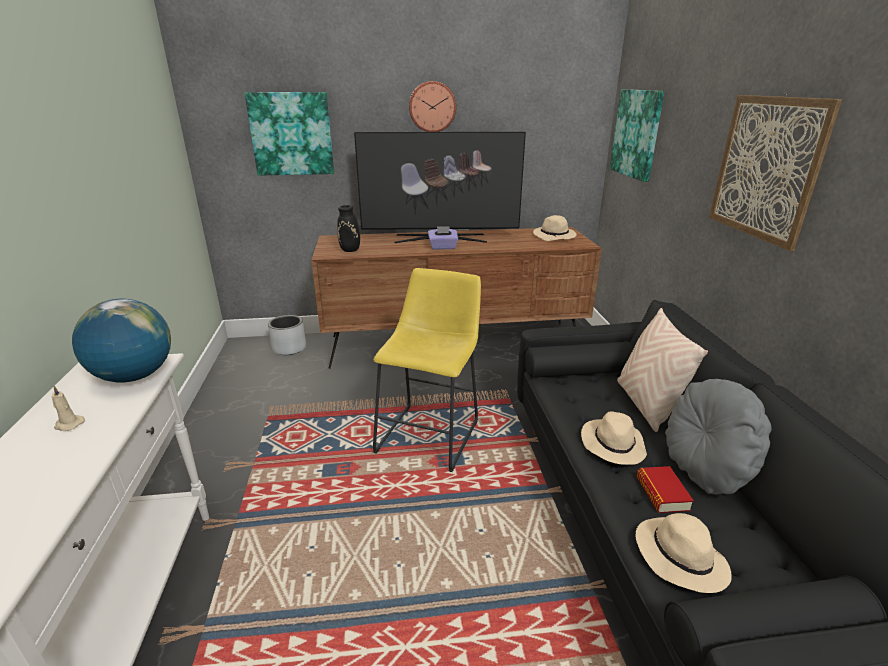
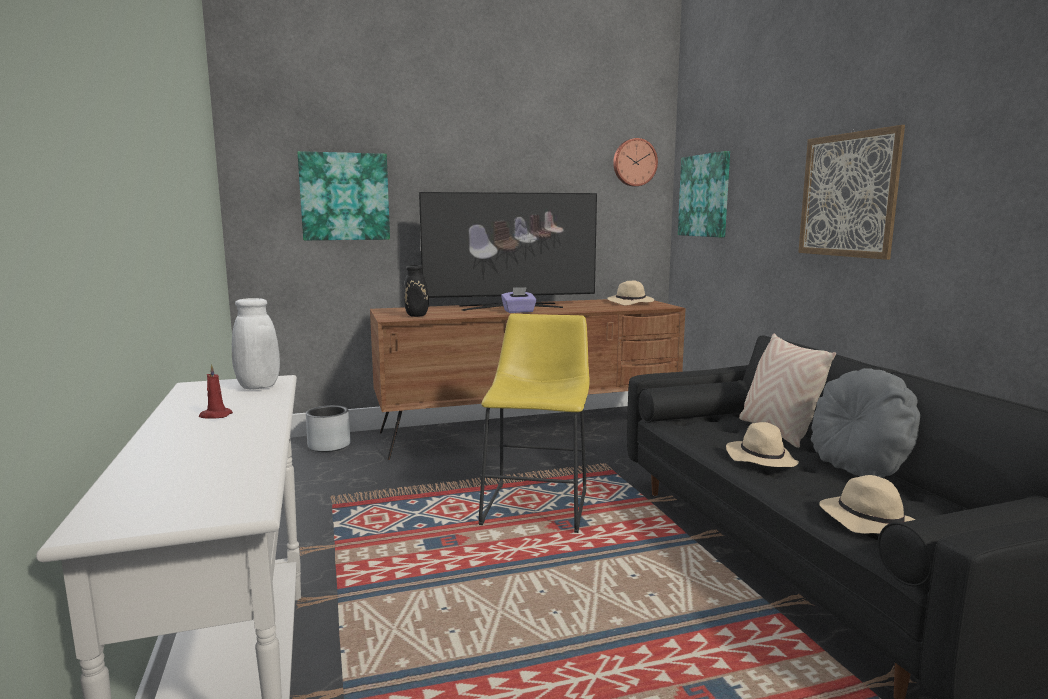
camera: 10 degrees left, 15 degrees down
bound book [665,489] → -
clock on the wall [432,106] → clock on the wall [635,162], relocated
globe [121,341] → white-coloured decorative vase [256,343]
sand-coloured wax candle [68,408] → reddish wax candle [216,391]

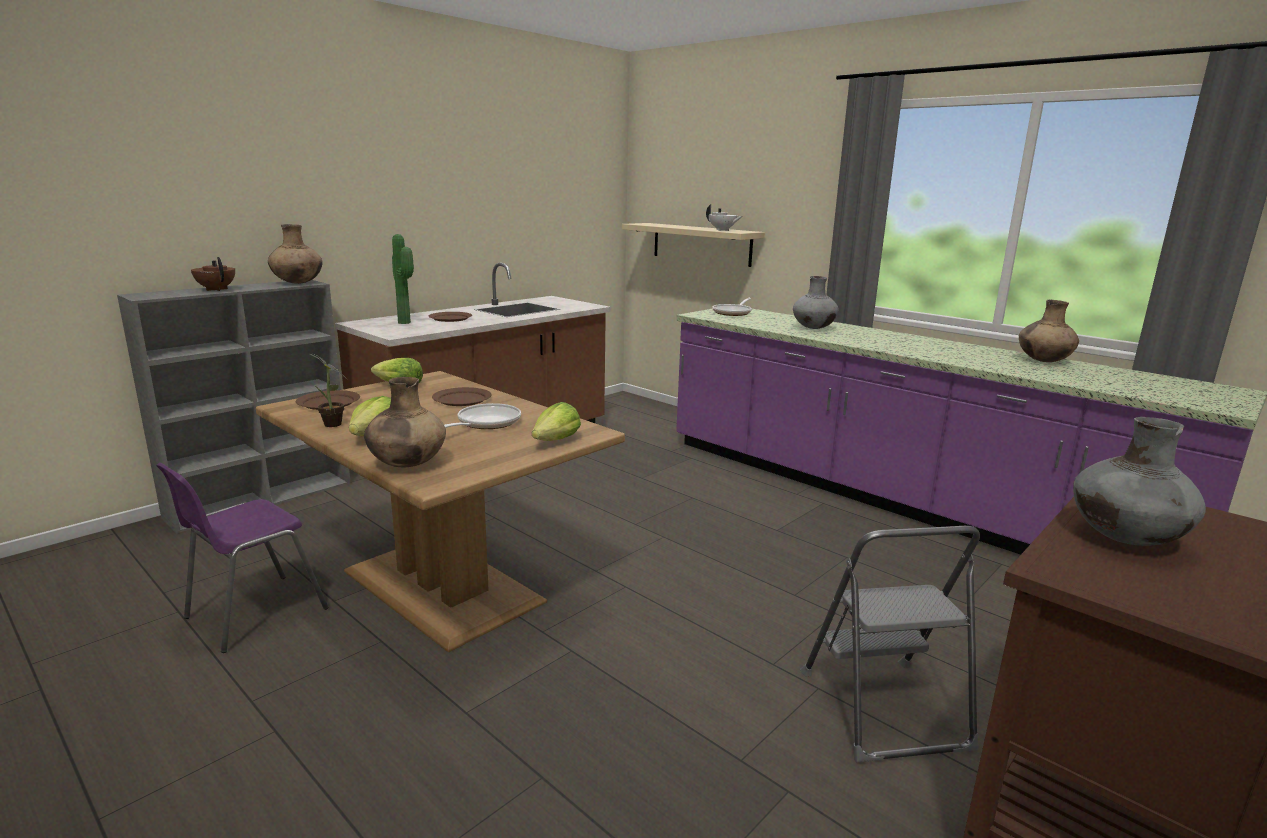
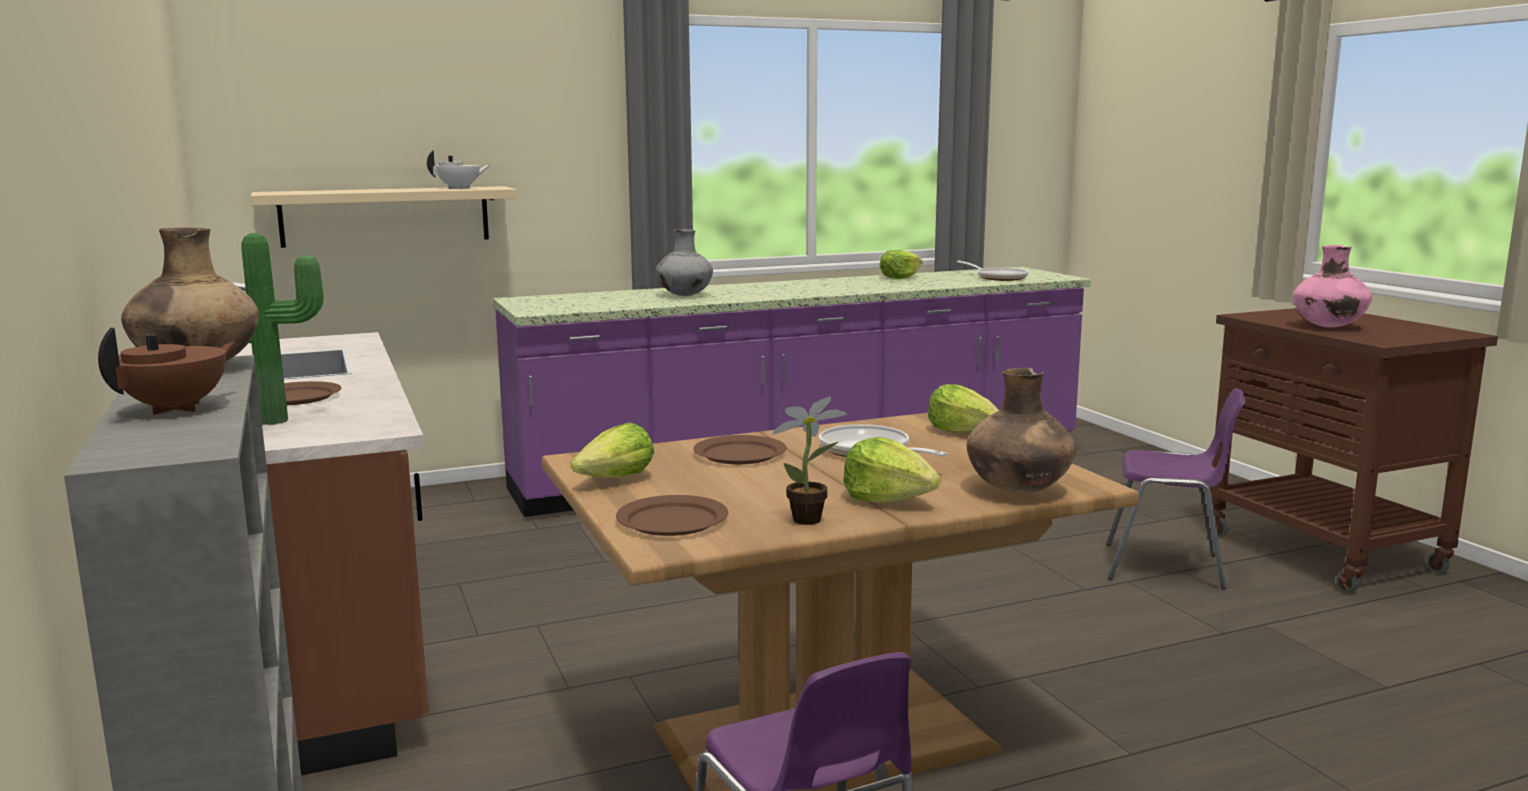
camera: 65 degrees left, 5 degrees down
skillet [732,307] → skillet [993,270], relocated
grey stepladder [890,644] → purple chair [1176,488]
brown decorative vase [1049,331] → lettuce [901,264]
grey decorative vase [1139,481] → pinkish decorative vase [1332,286]
brown tea pot [213,274] → brown tea pot [167,371], 135 degrees clockwise

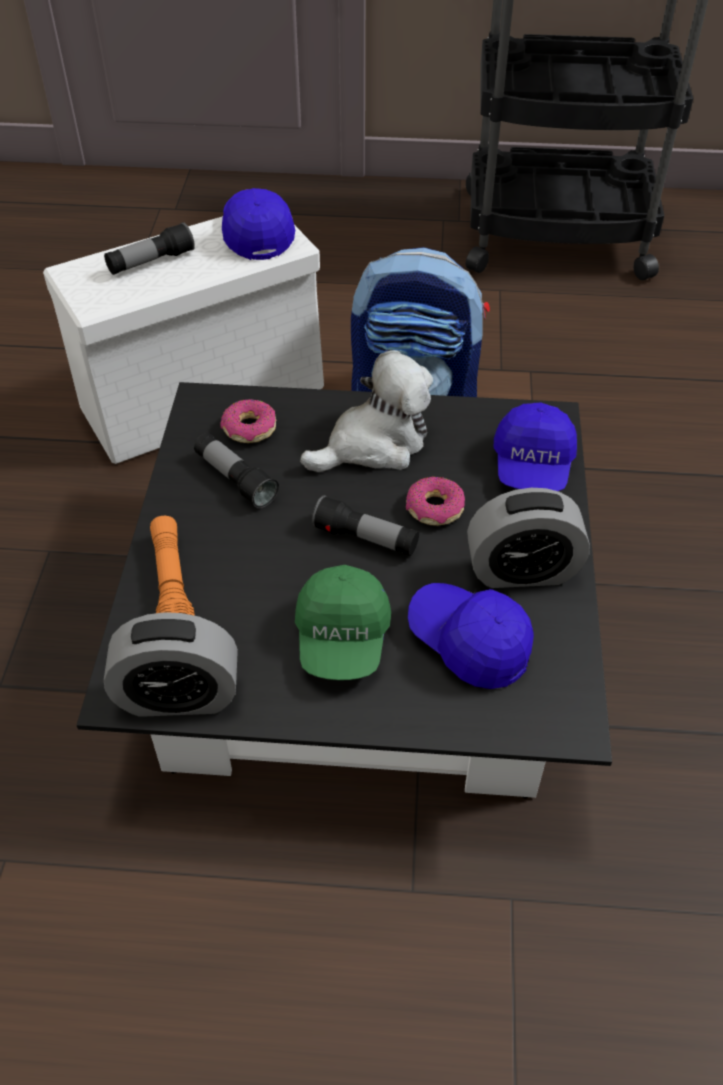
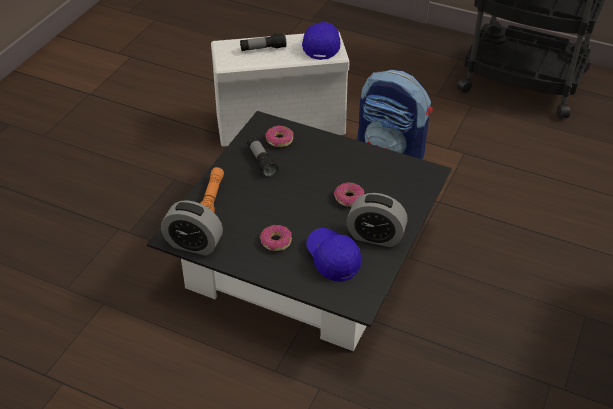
camera: 20 degrees right, 5 degrees down
plush toy [366,411] → -
hand torch [365,525] → -
bluish cap [535,446] → -
green-coloured cap [343,622] → ring doughnut [276,238]

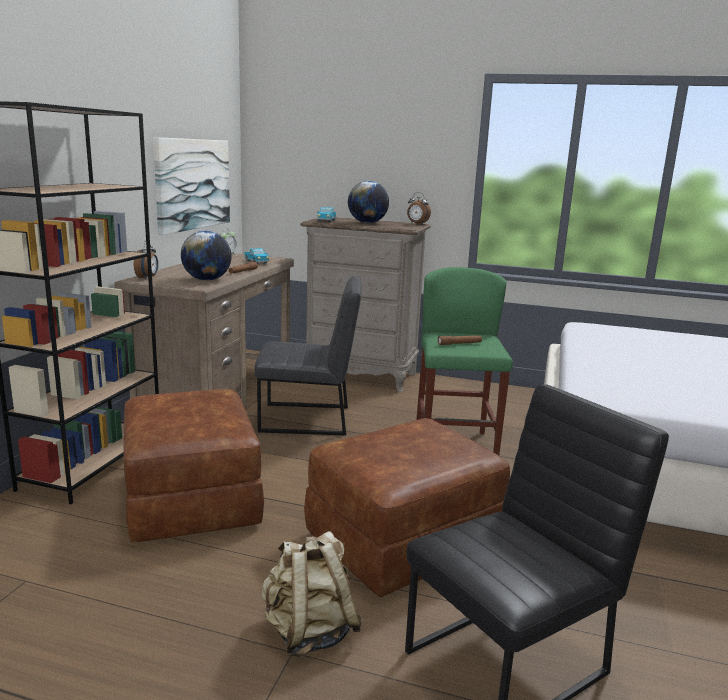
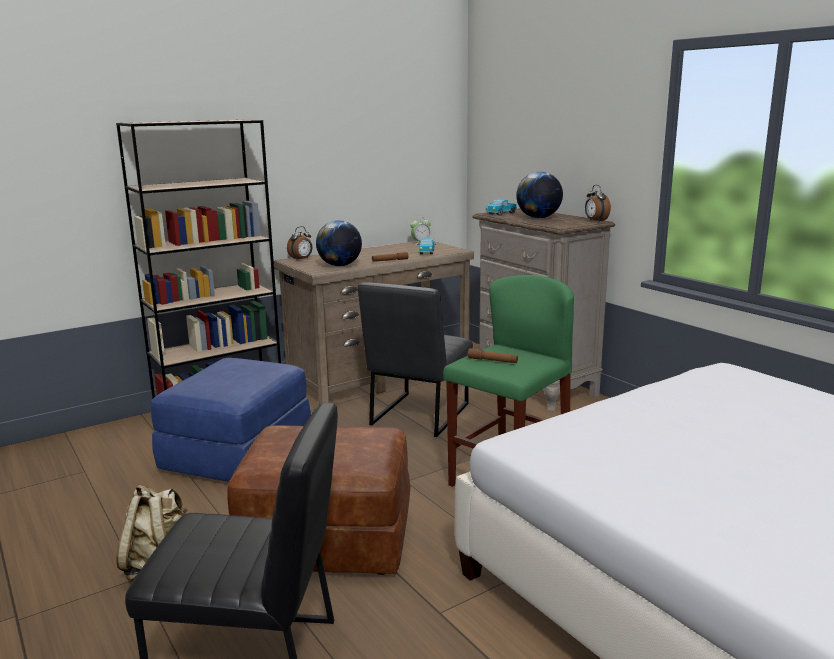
camera: 40 degrees right, 0 degrees up
wall picture [191,186] → -
brown ottoman [193,465] → bluish ottoman [231,420]
grey chair [308,356] → grey chair [415,359], 75 degrees clockwise

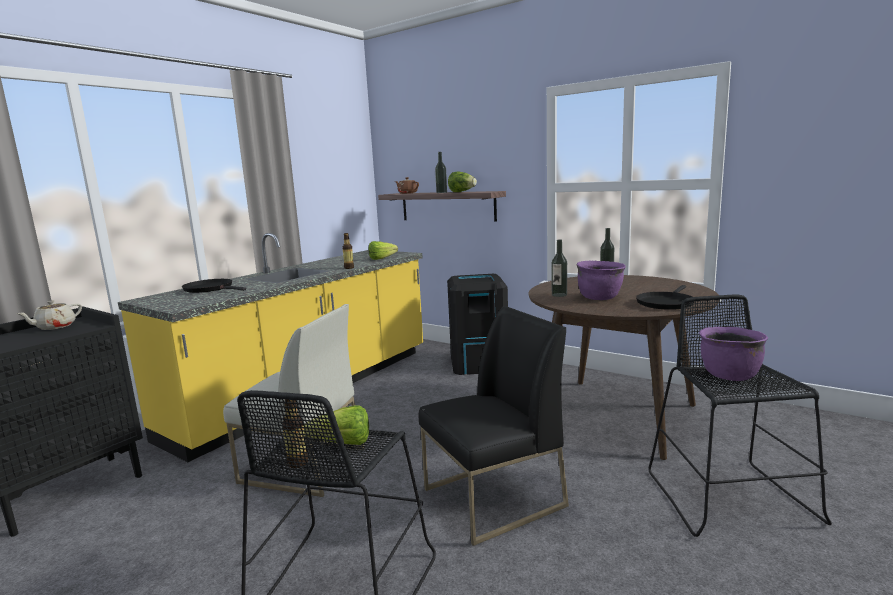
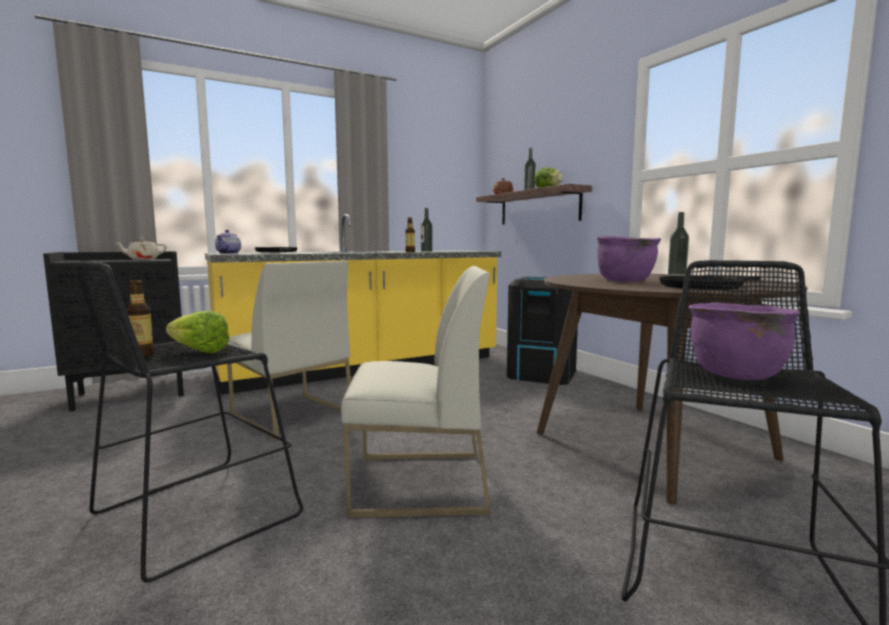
camera: 25 degrees right, 5 degrees down
lettuce [383,250] → -
- → tea pot [228,242]
bottle [559,268] → bottle [427,230], relocated
black-coloured chair [494,426] → white-coloured chair [416,392]

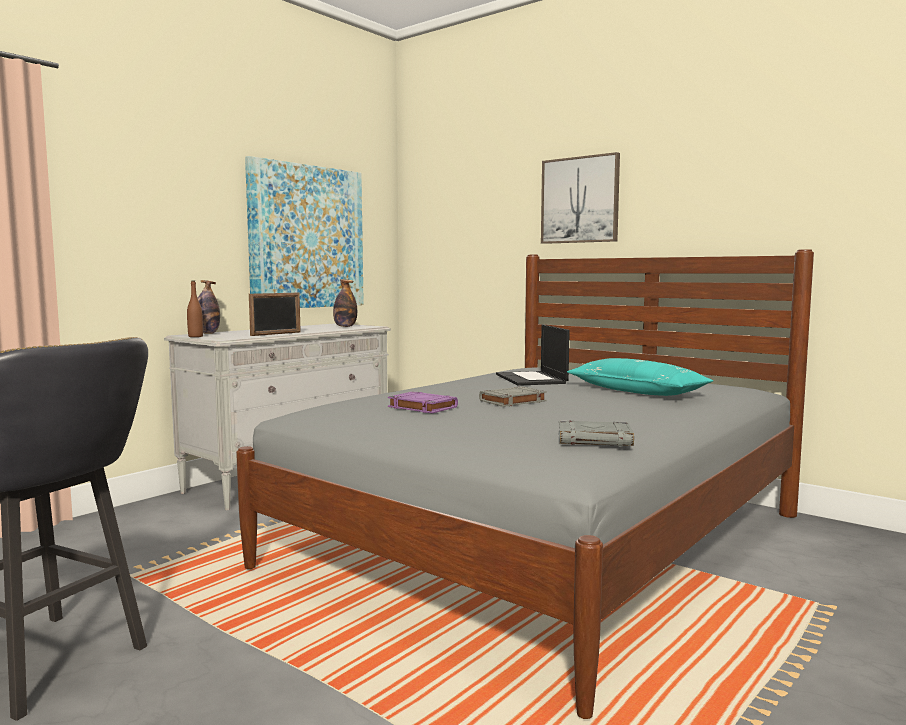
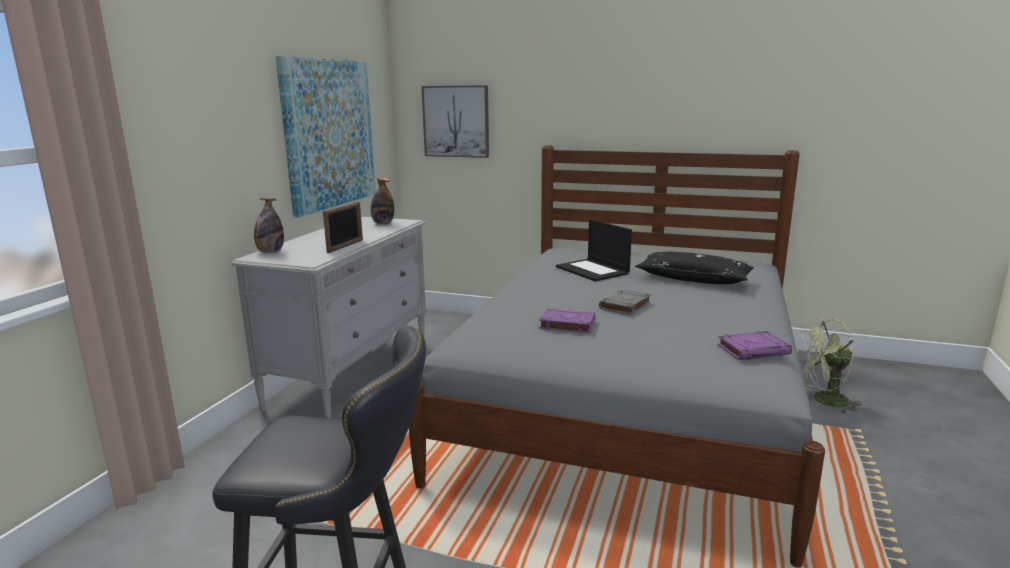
camera: 20 degrees left, 10 degrees up
brown bottle [195,309] → -
- → green-coloured fan [829,366]
wall picture [580,198] → wall picture [455,121], relocated
grey bound book [596,433] → purple bound book [754,345]
turquoise cushion [640,377] → black-coloured cushion [694,268]

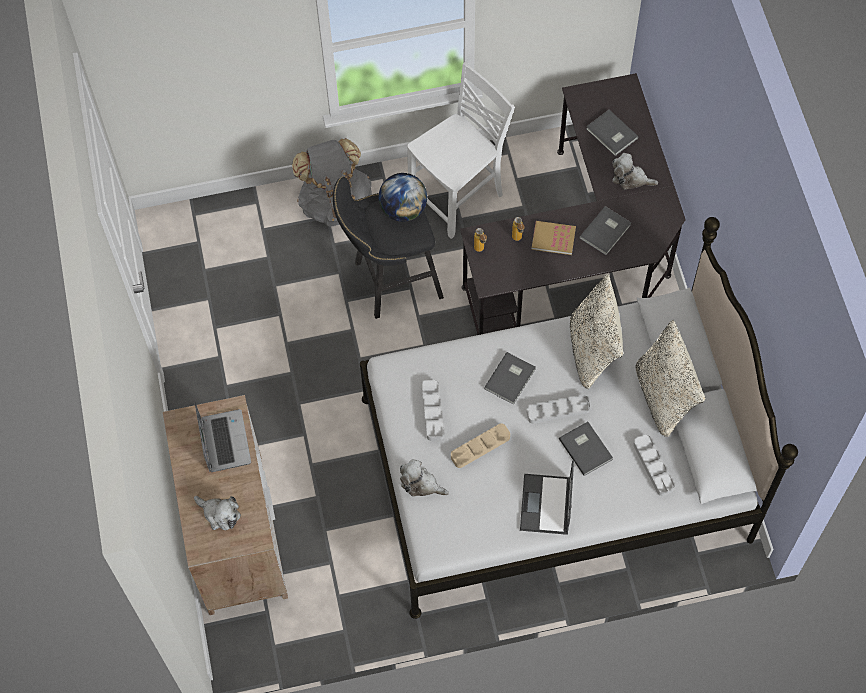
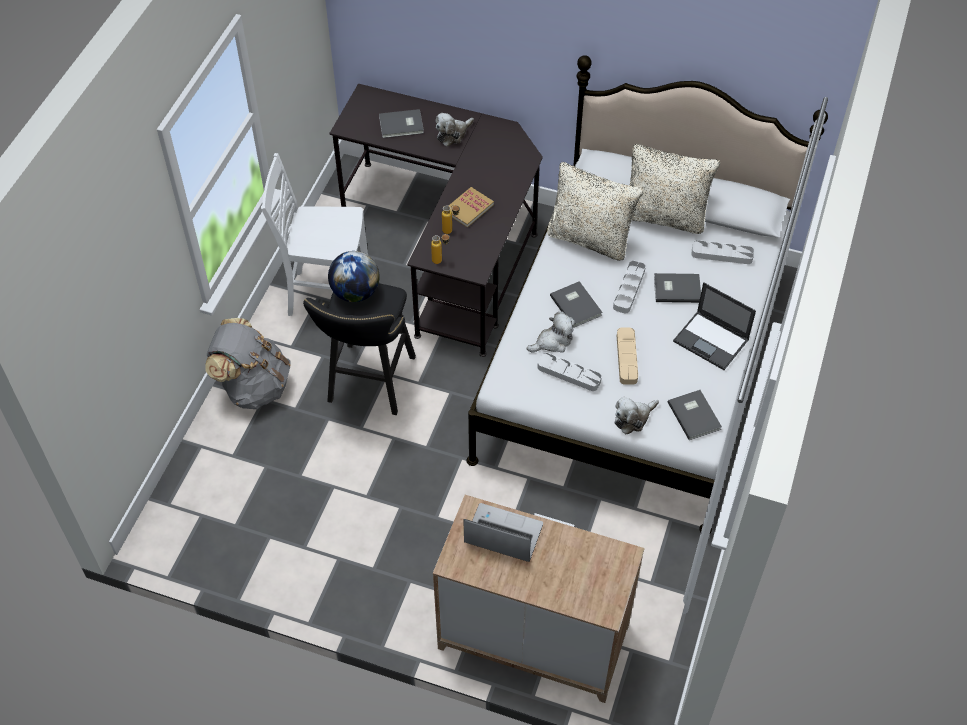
camera: 60 degrees left, 10 degrees down
plush toy [217,513] → plush toy [551,332], relocated
grey bound book [605,230] → grey bound book [695,415], relocated
white-coloured chair [461,150] → white-coloured chair [314,234], 75 degrees counterclockwise

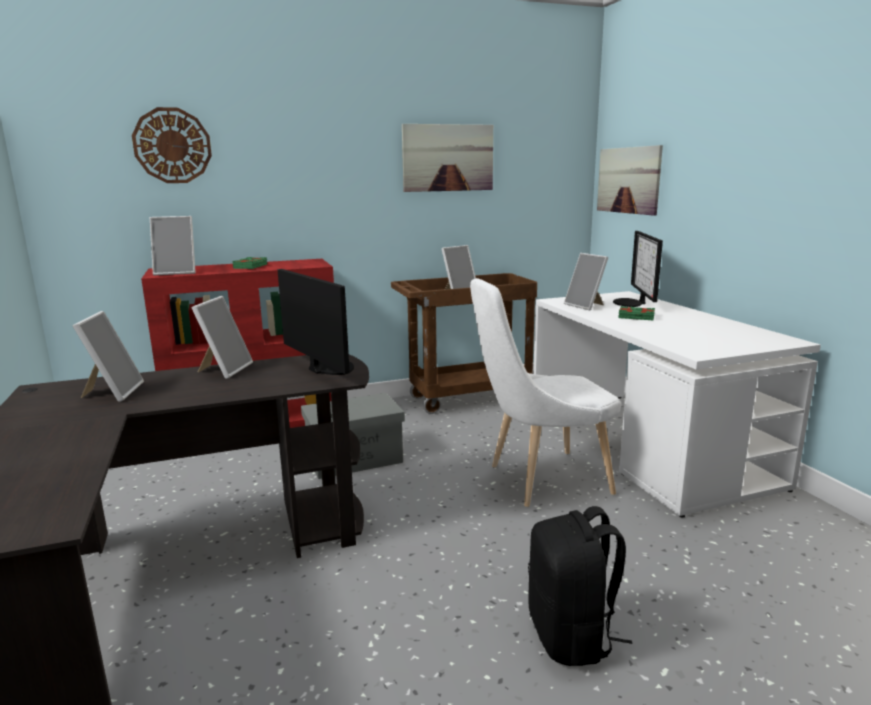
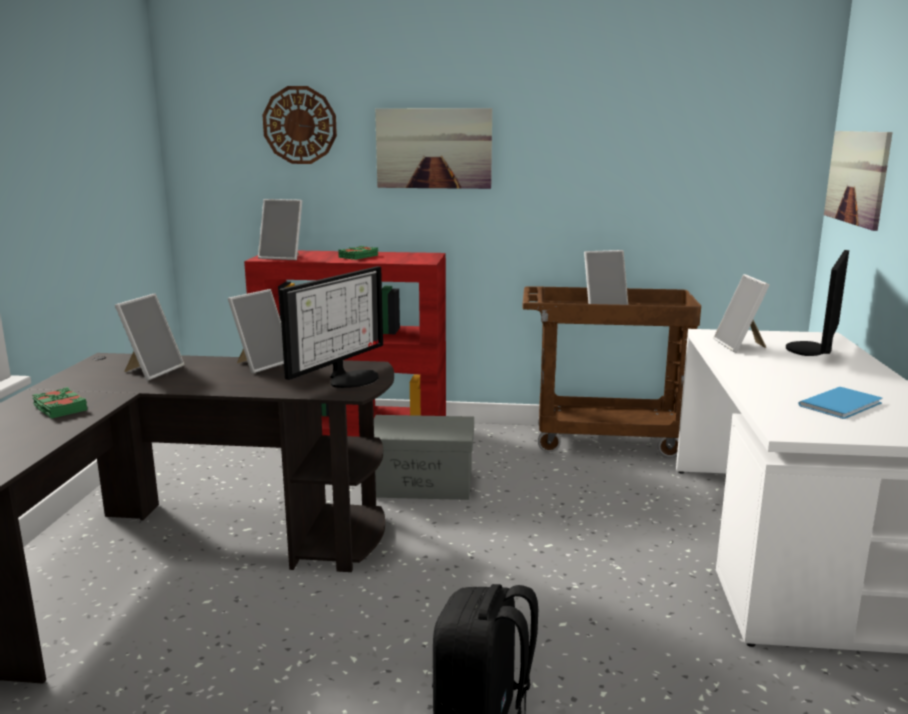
camera: 25 degrees right, 0 degrees up
white-coloured chair [545,392] → -
- → bluish bound book [840,403]
wall picture [447,158] → wall picture [433,148], relocated
green-coloured bound book [636,313] → green-coloured bound book [60,403], relocated
monitor [316,322] → monitor [331,327], 45 degrees clockwise

